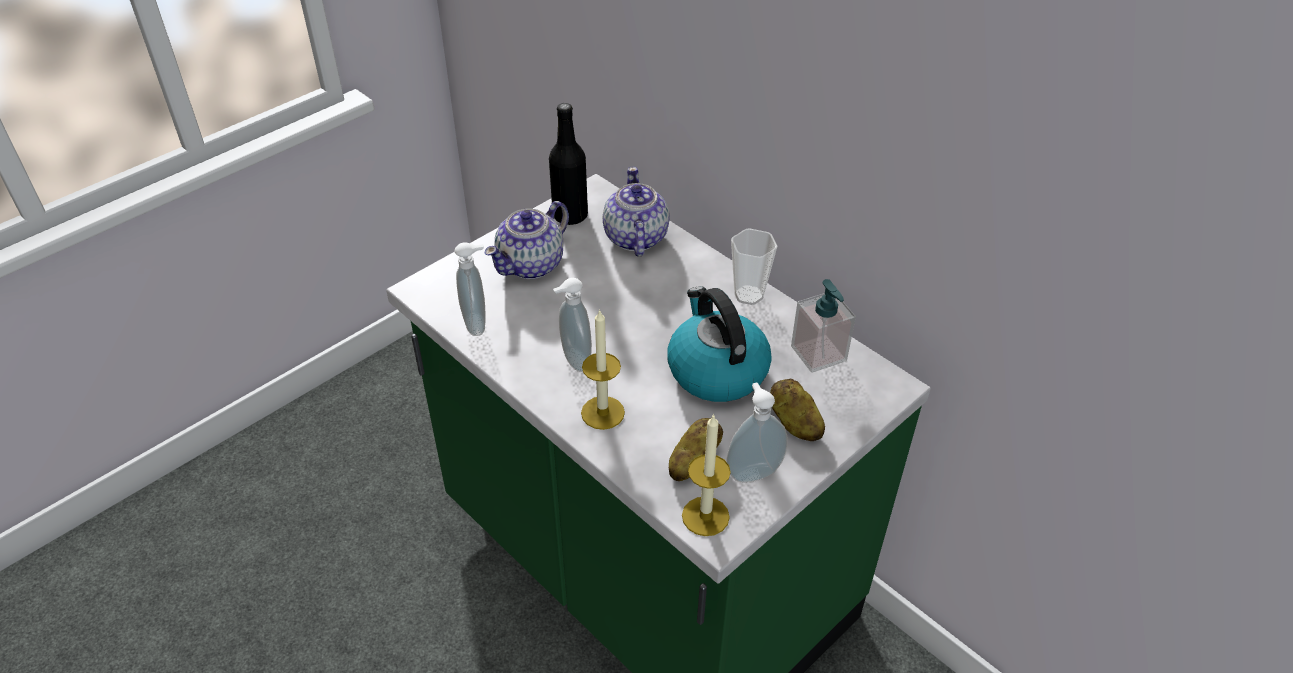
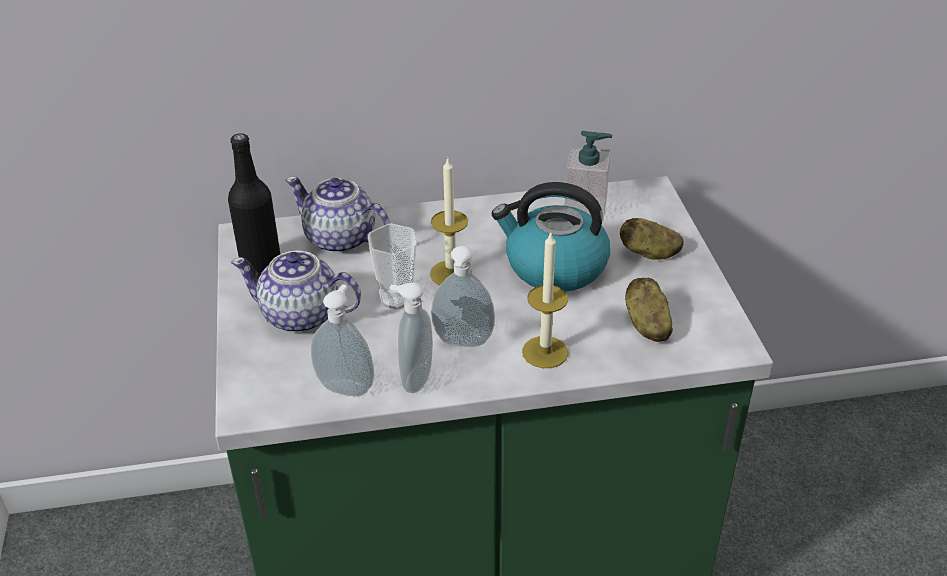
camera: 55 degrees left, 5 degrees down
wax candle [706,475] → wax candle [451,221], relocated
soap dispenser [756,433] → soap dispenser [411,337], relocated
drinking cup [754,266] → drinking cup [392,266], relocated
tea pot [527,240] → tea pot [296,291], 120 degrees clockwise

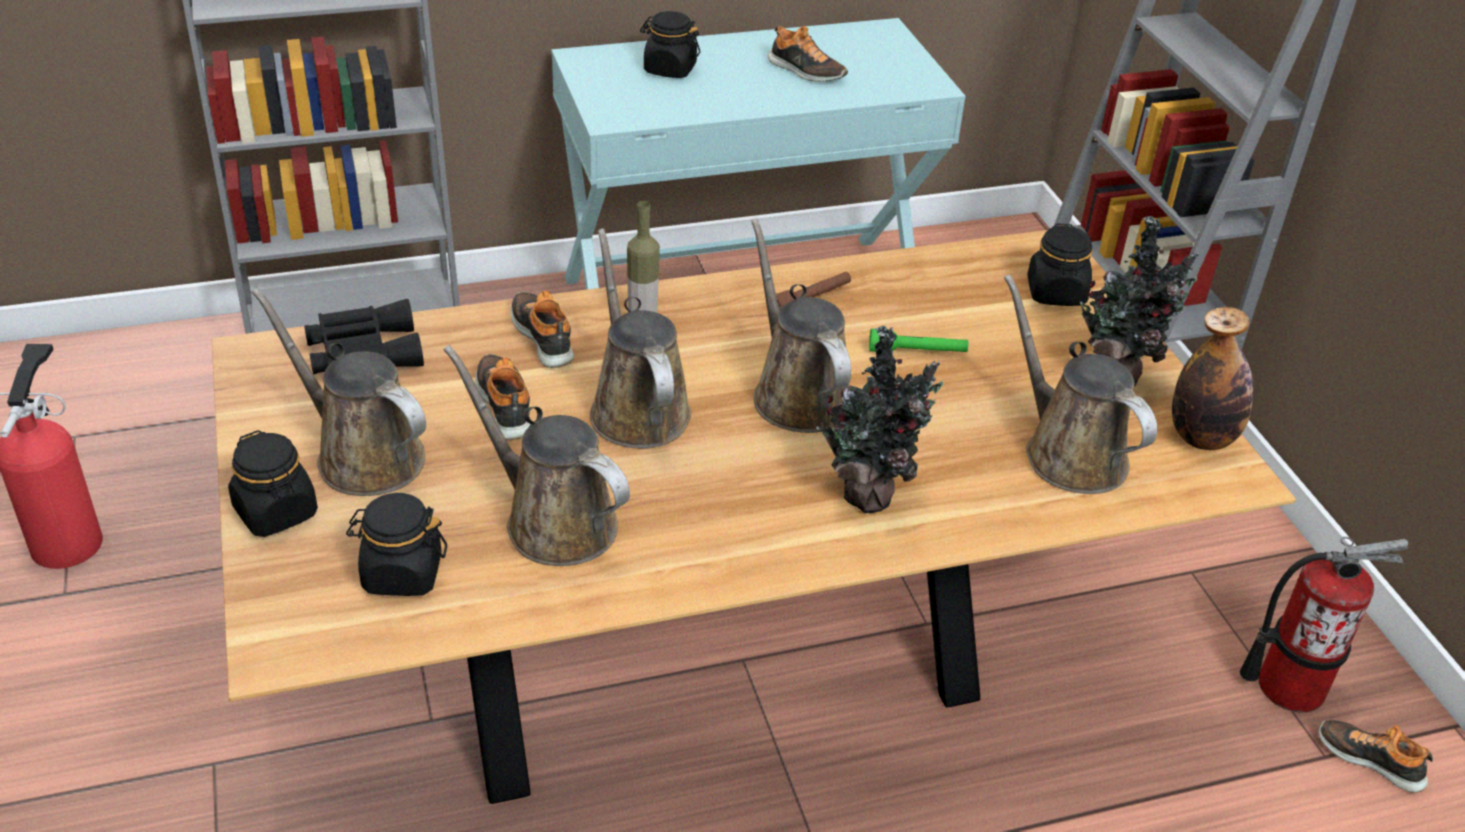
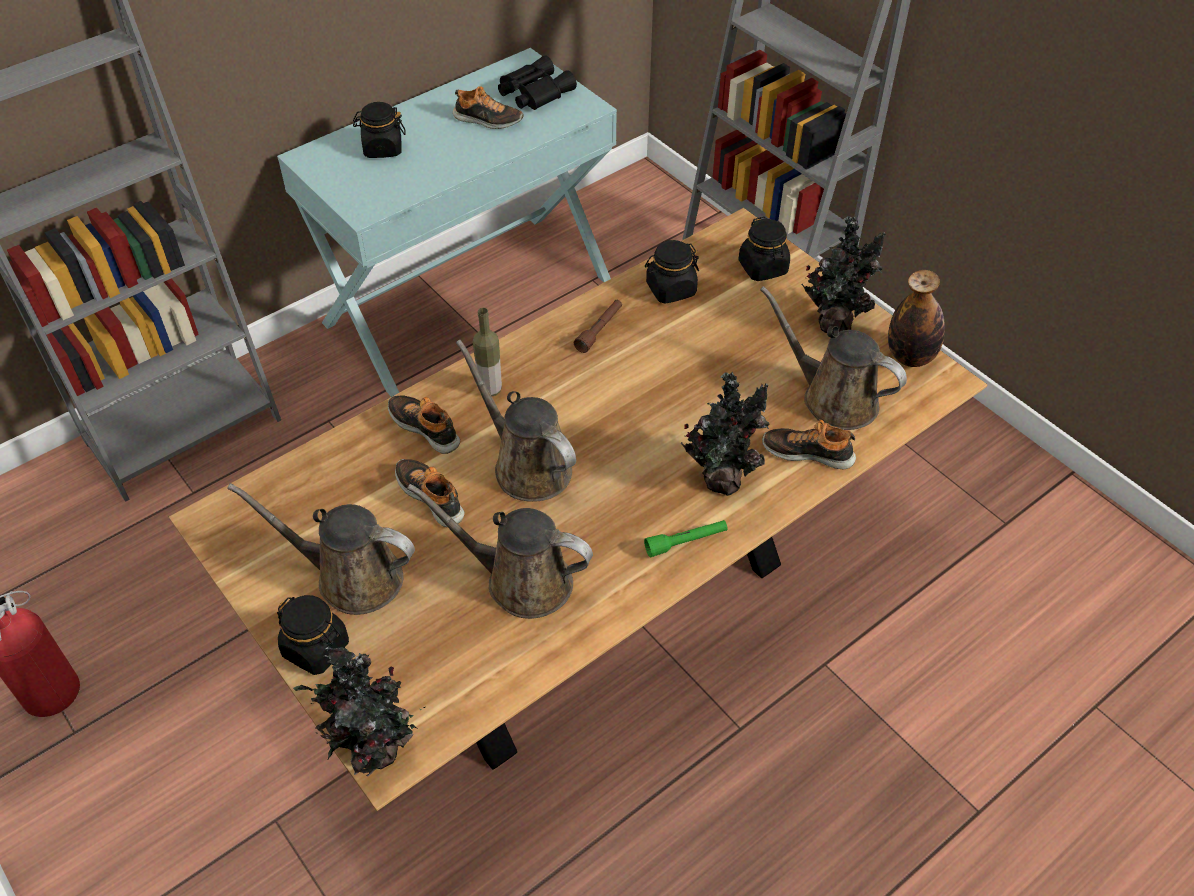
camera: 20 degrees left, 10 degrees up
brown sprinkling can [801,326] → -
fire extinguisher [1324,625] → -
- → plant in a pot [359,710]
black-coloured field glasses [364,336] → black-coloured field glasses [537,82], relocated
black-coloured jar [396,544] → black-coloured jar [672,272], relocated
green-coloured hand torch [918,340] → green-coloured hand torch [686,539], relocated
shoe [1375,756] → shoe [809,444], relocated

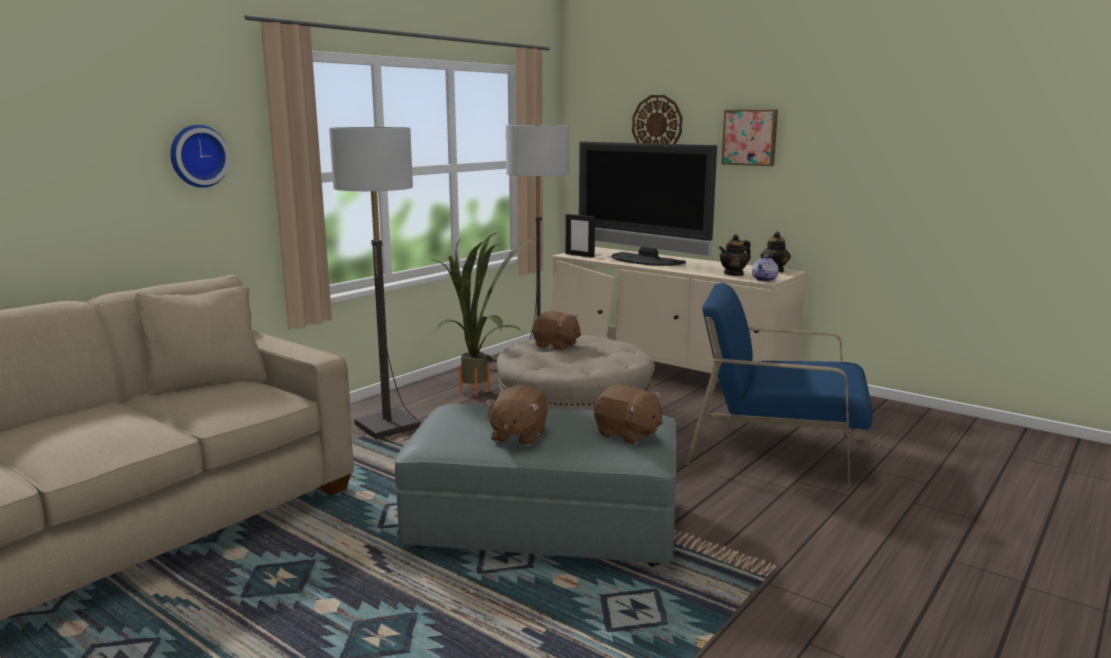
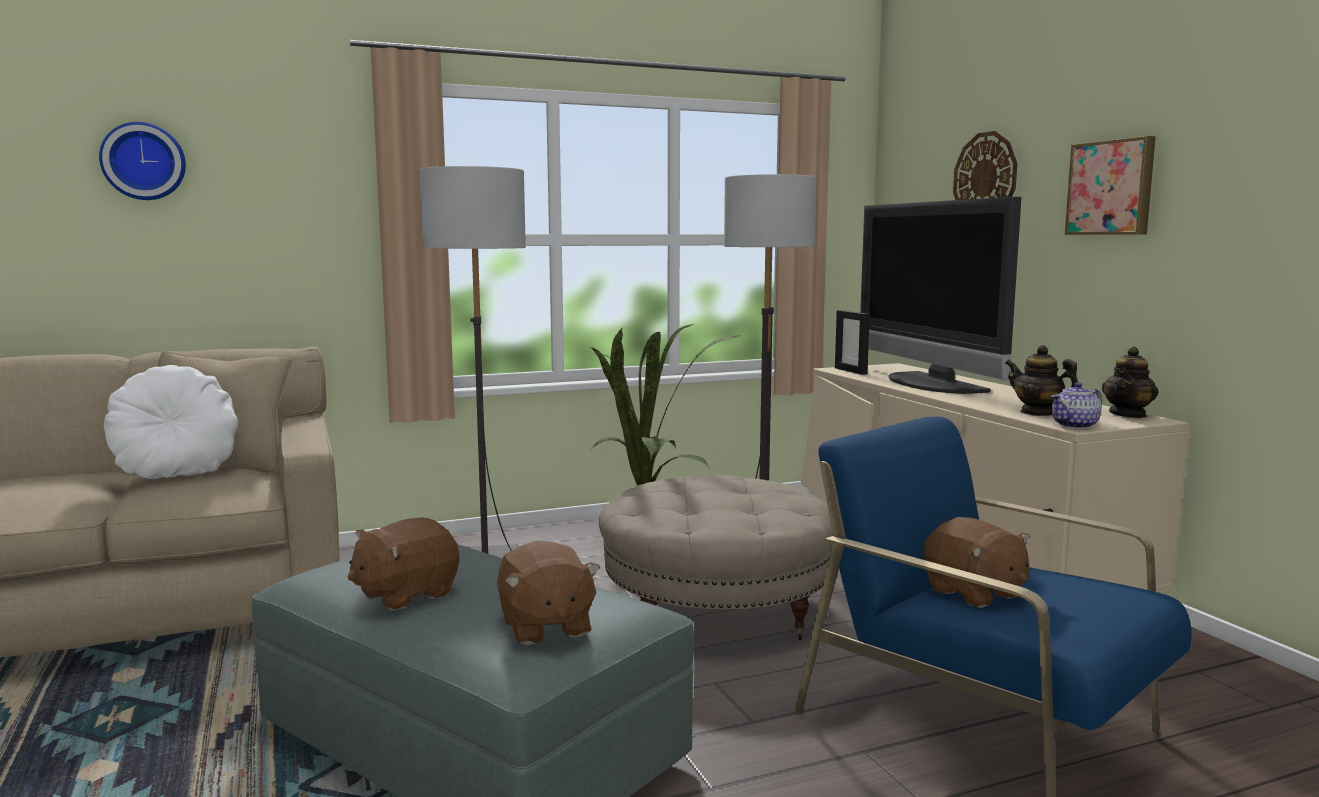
camera: 30 degrees right, 5 degrees down
- → white-coloured cushion [171,422]
clock on the wall [200,156] → clock on the wall [142,161], relocated
brown plush toy [556,330] → brown plush toy [977,562], relocated
tea pot [735,255] → tea pot [1041,380], 45 degrees clockwise

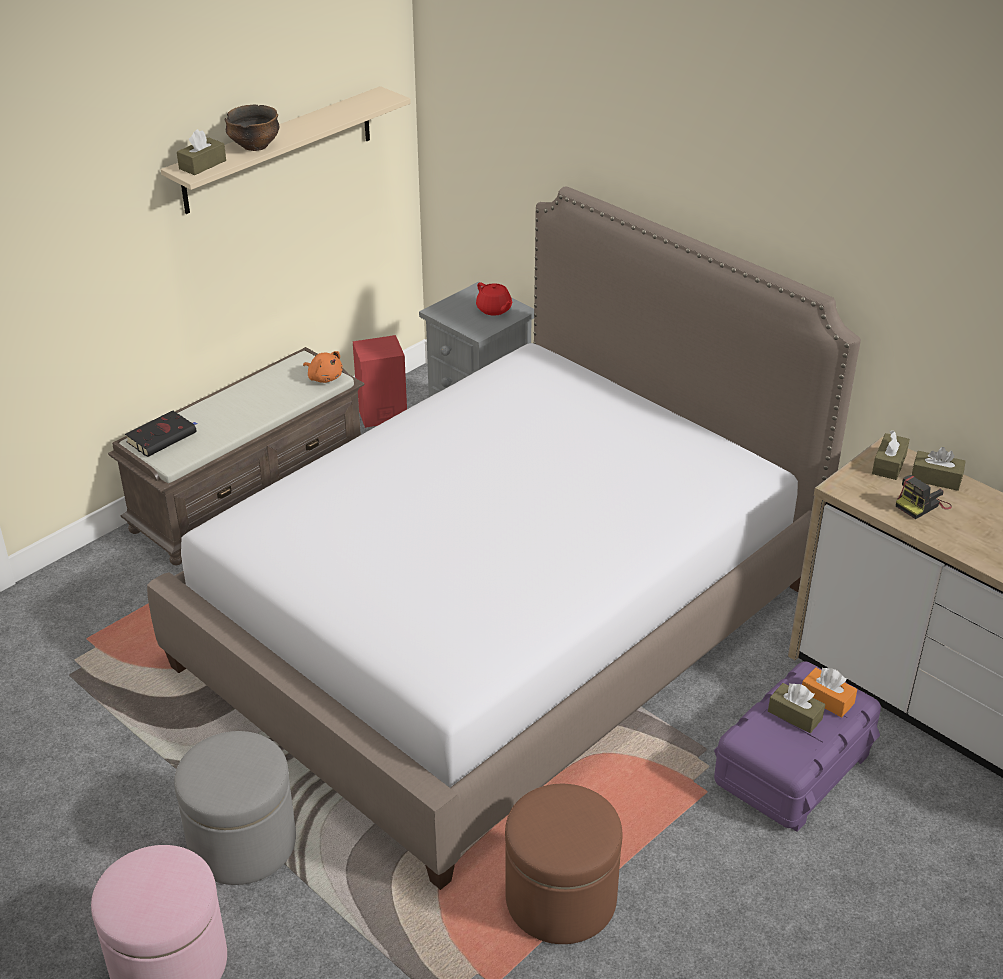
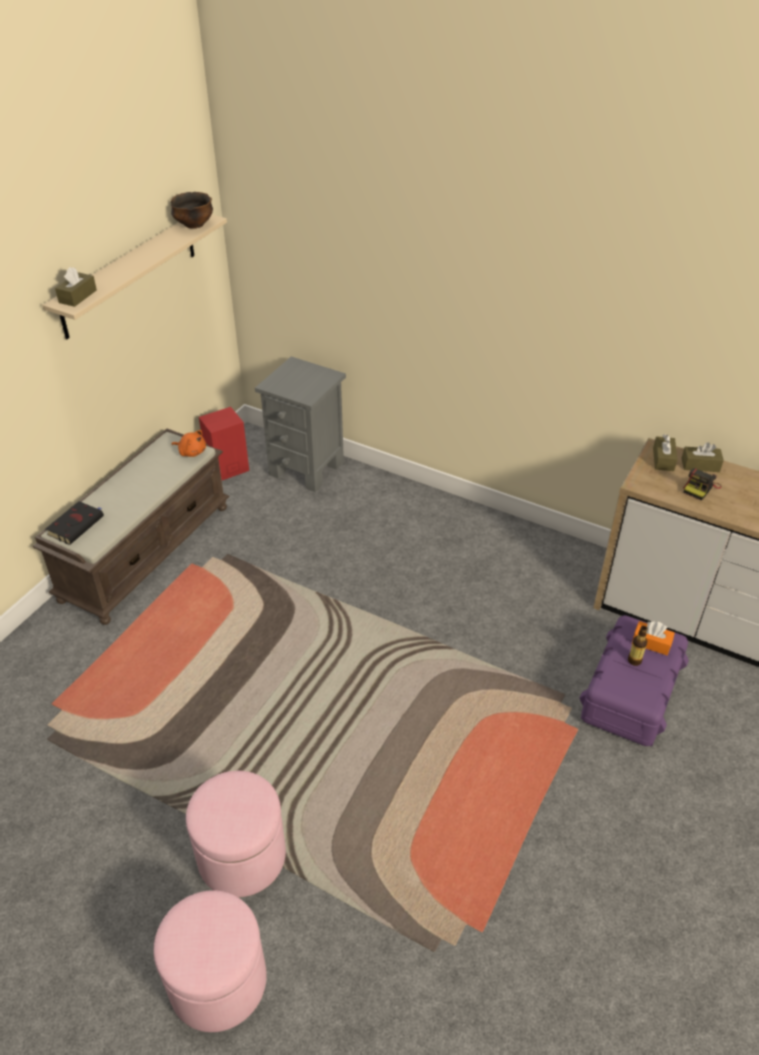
camera: 15 degrees left, 5 degrees up
sleeping bed [504,538] → -
reddish tea pot [494,298] → -
brown ottoman [563,864] → -
serving bowl [251,127] → serving bowl [192,210], relocated
brown box of tissues [796,708] → bottle [638,646]
grey ottoman [235,808] → pinkish ottoman [236,834]

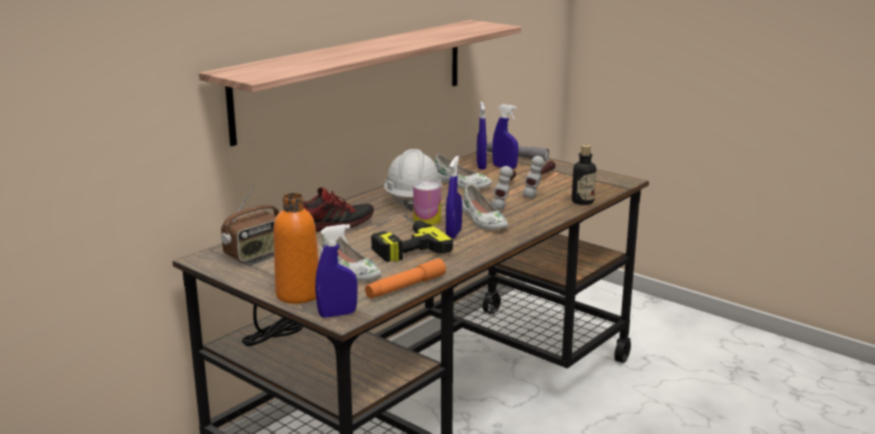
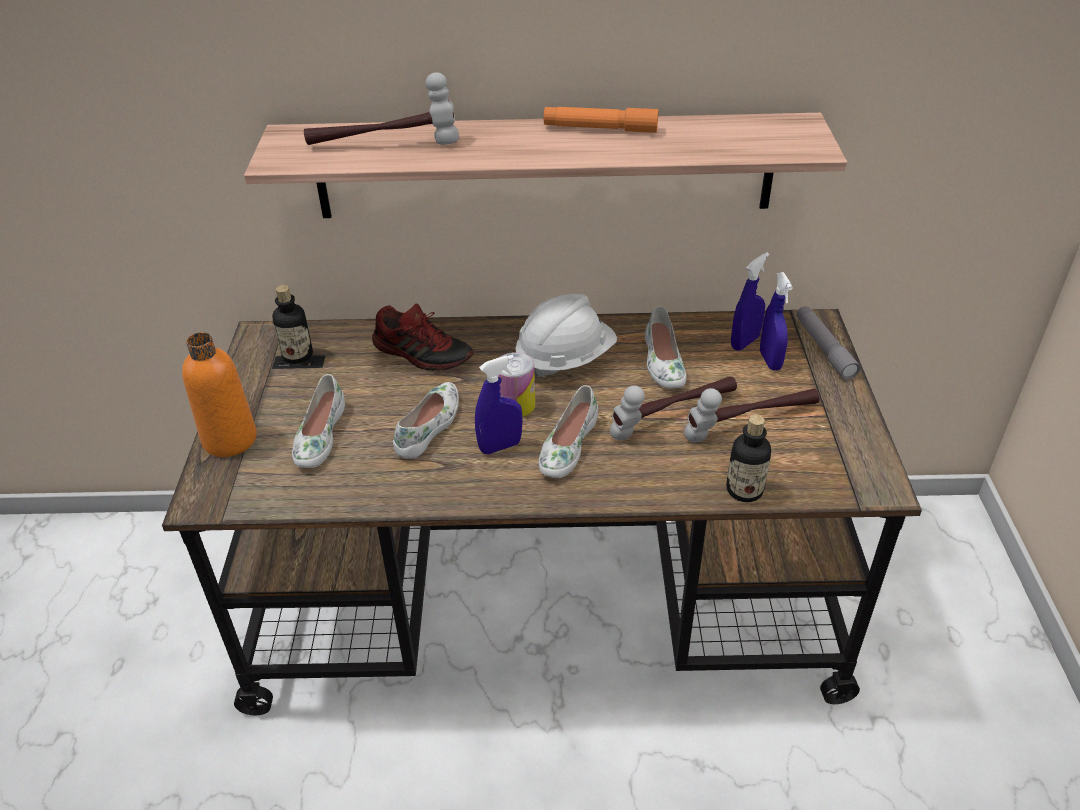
camera: 50 degrees right, 20 degrees up
bluish spray bottle [336,271] → -
- → hammer [381,108]
orange-coloured hand torch [405,278] → orange-coloured hand torch [601,120], relocated
radio receiver [250,224] → bottle [292,324]
electric drill [412,238] → white-coloured shoe [426,420]

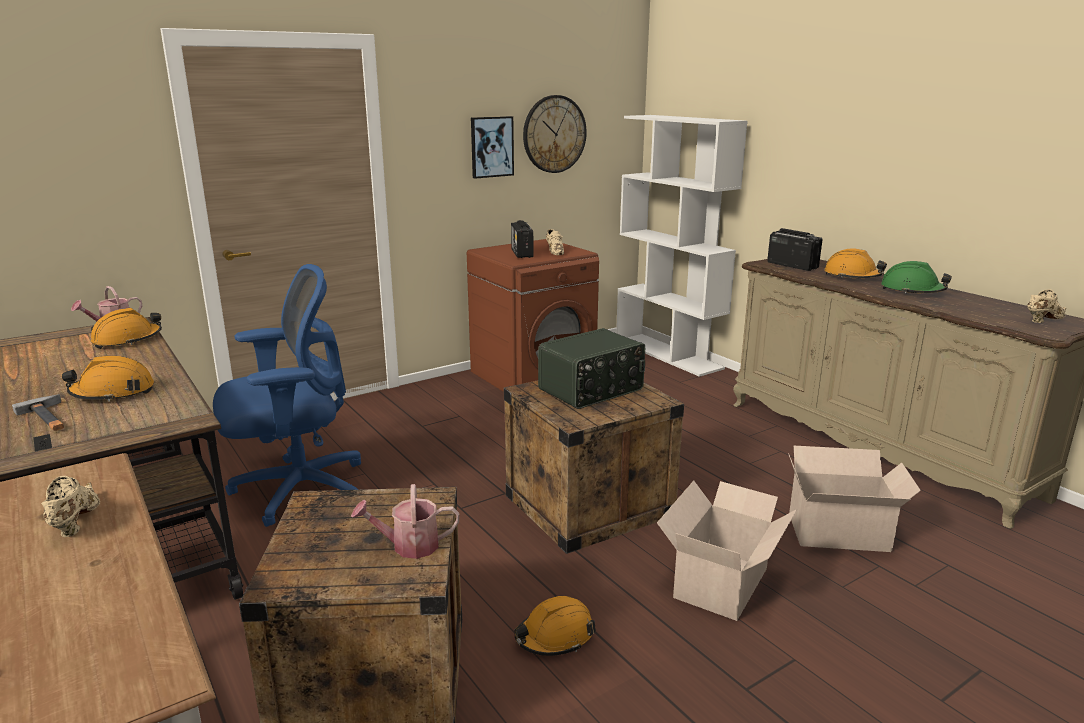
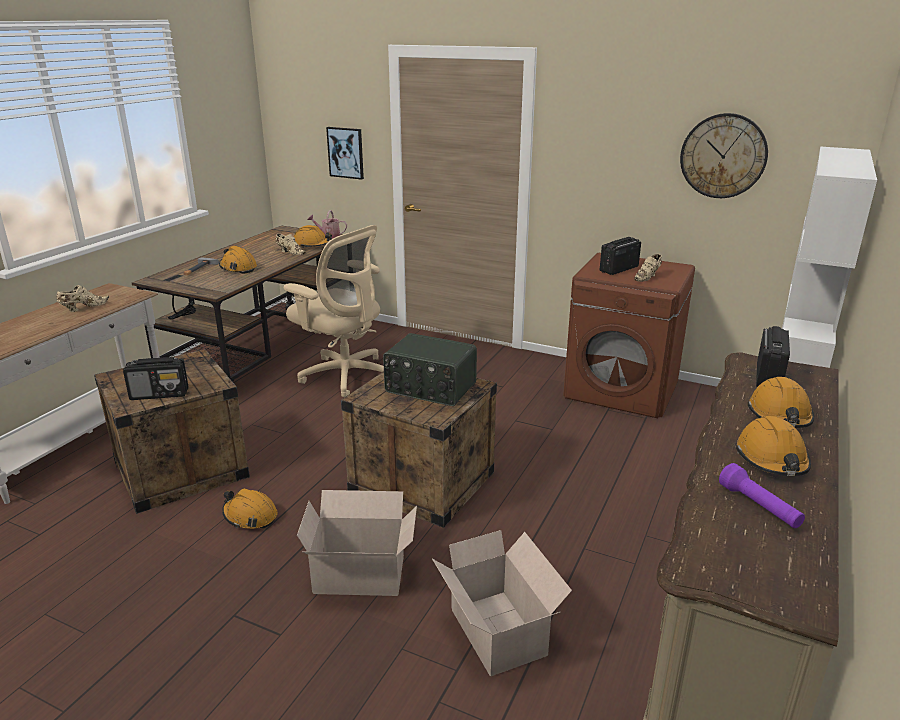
camera: 60 degrees right, 5 degrees up
- → purple hand torch [762,495]
wall picture [492,147] → wall picture [345,153], relocated
sand-coloured shoe [1046,306] → sand-coloured shoe [291,244], relocated
sprinkling can [405,521] → radio receiver [155,378]
bluish office chair [287,395] → sand-coloured office chair [334,311]
green-coloured safety helmet [916,277] → orange-coloured safety helmet [773,446]

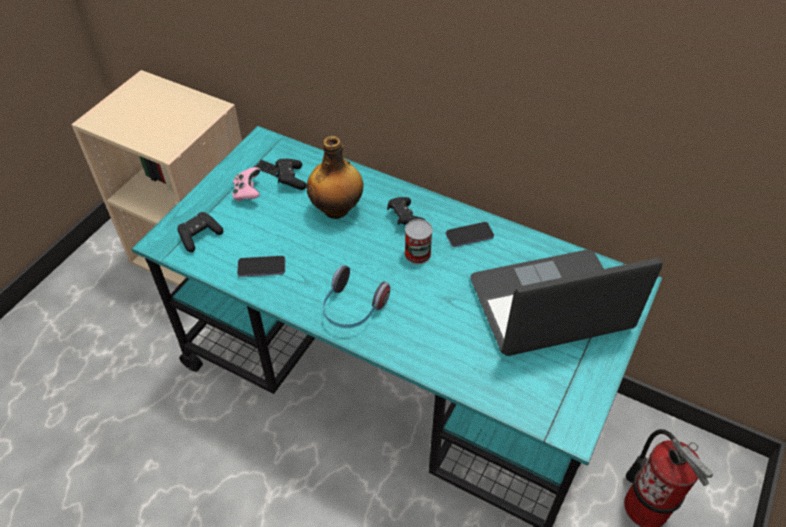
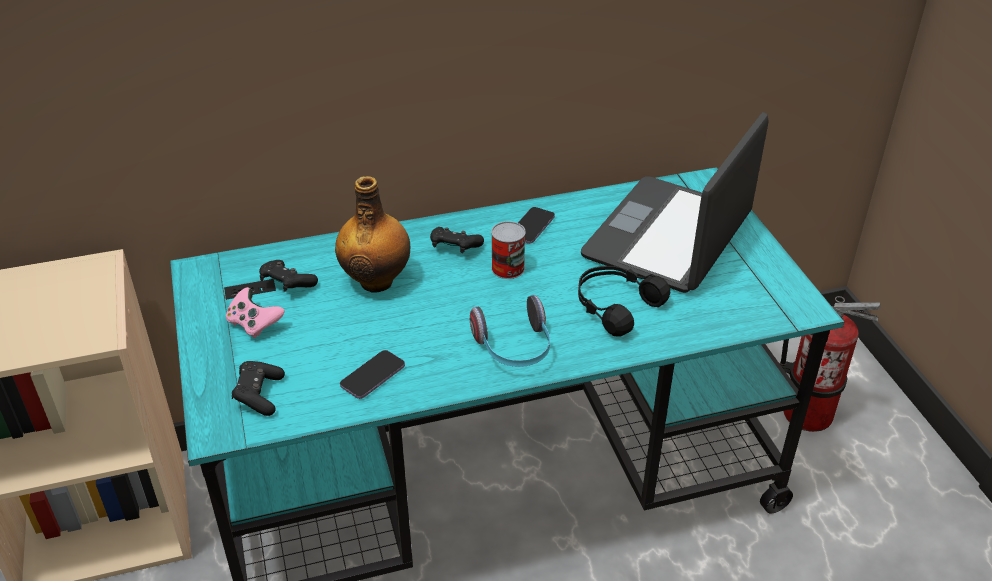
camera: 45 degrees left, 10 degrees down
- → black-coloured pair of headphones [624,301]

